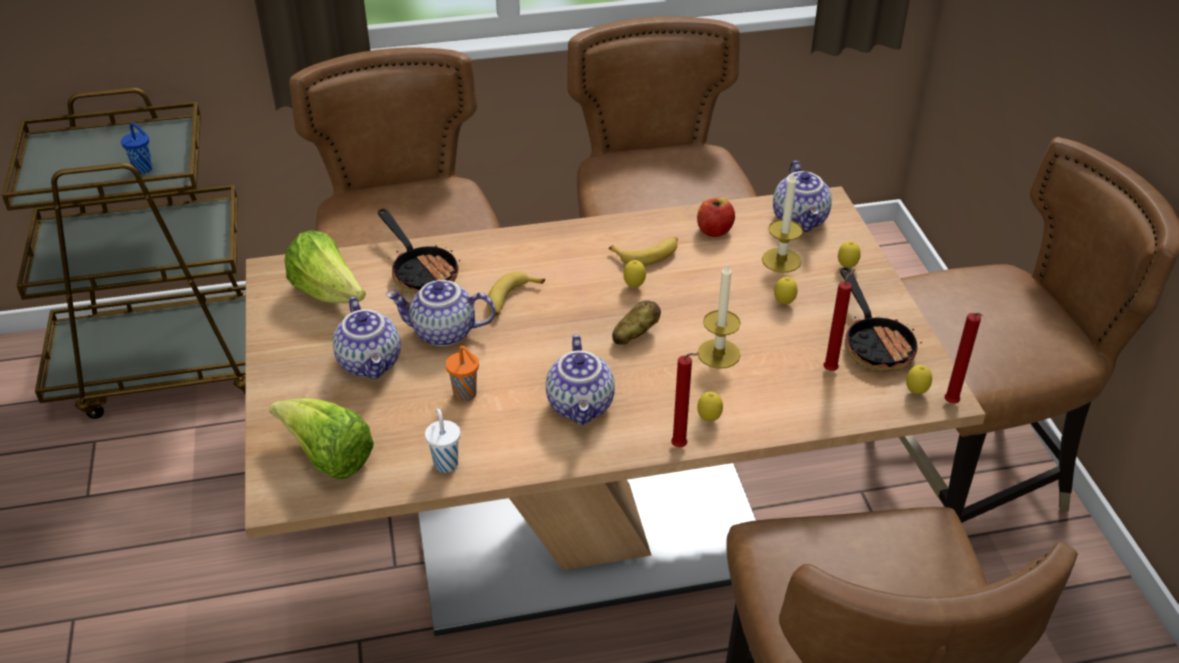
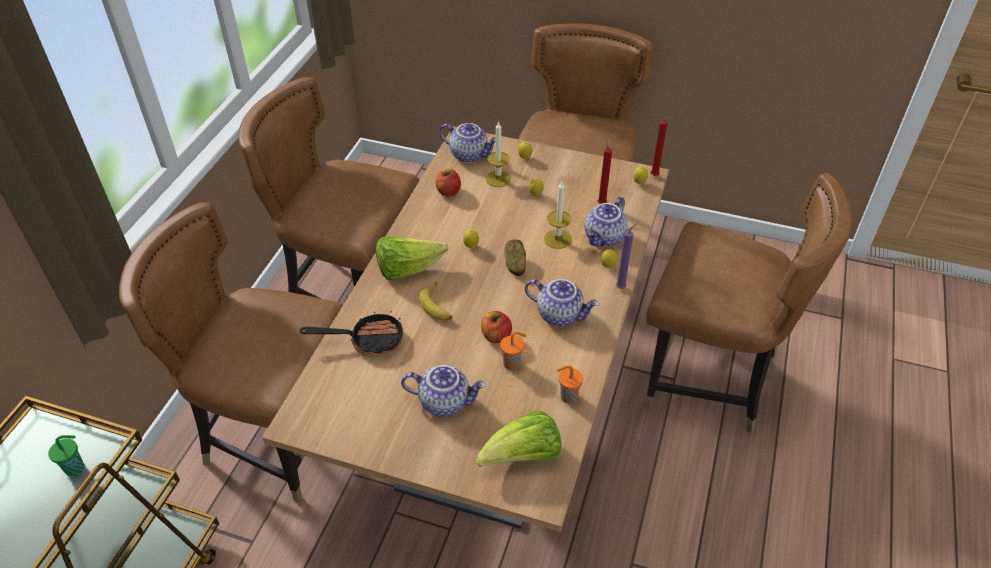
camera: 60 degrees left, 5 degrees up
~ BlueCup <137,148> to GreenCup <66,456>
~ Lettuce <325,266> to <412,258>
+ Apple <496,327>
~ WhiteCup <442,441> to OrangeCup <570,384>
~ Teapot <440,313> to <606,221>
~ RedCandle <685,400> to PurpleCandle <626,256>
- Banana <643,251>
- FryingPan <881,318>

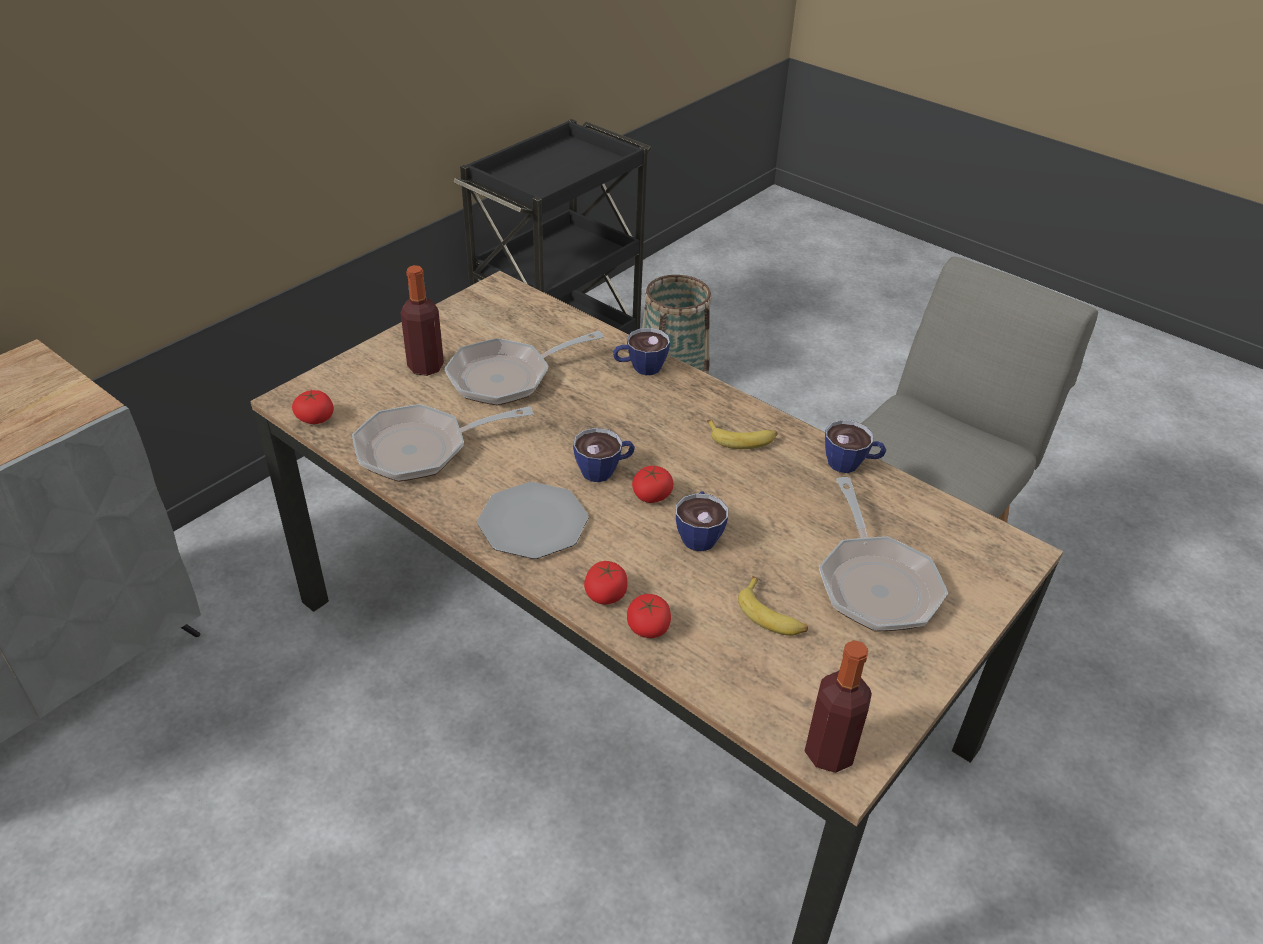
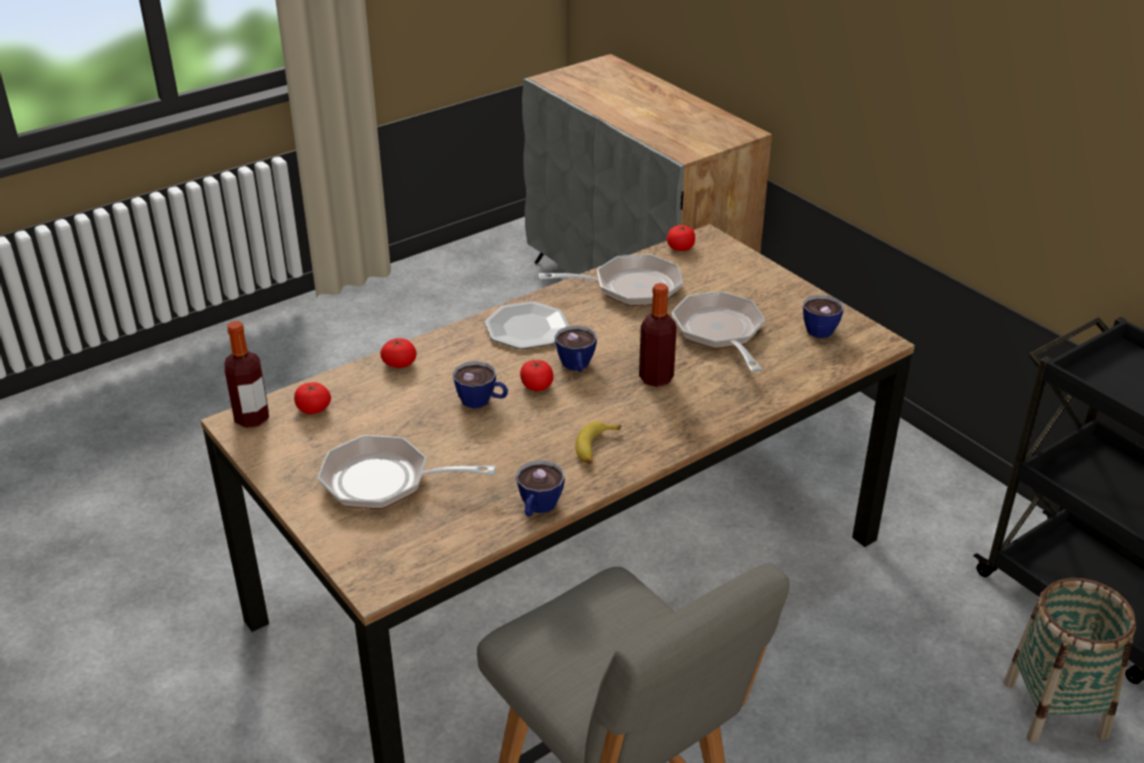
camera: 105 degrees right, 5 degrees down
~ Tomato <605,582> to <312,398>
~ FryingPan <443,443> = <611,280> 90 degrees clockwise
~ Bottle <422,320> to <658,335>
~ Cup <641,351> to <823,316>
- Banana <773,606>

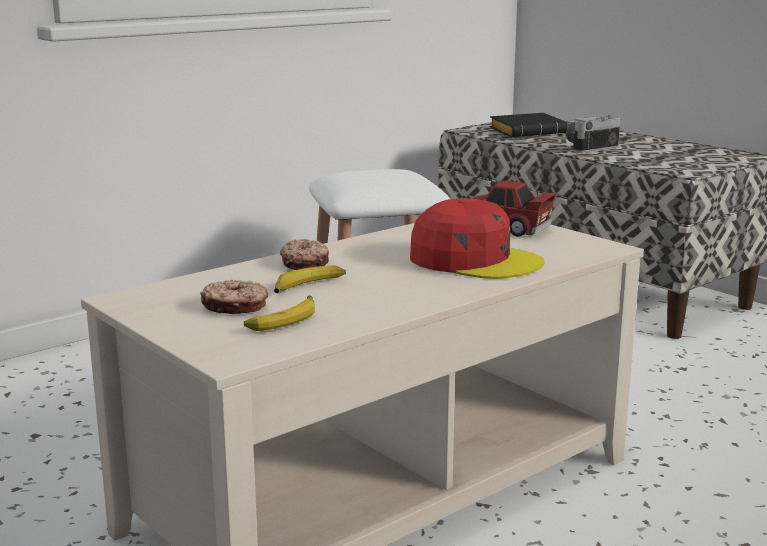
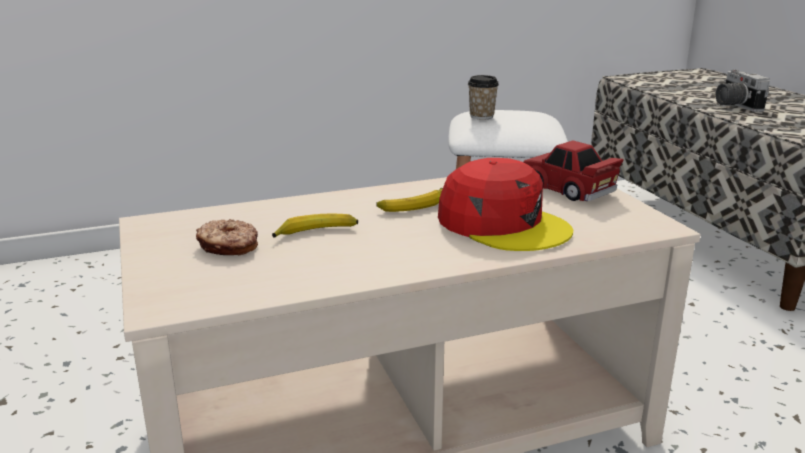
camera: 20 degrees right, 5 degrees up
~ Banana <279,313> to <409,200>
+ Cup <483,97>
~ PhotoCamera <593,134> = <742,90> 90 degrees counterclockwise
- Donut <304,254>
- BlackBook <528,125>

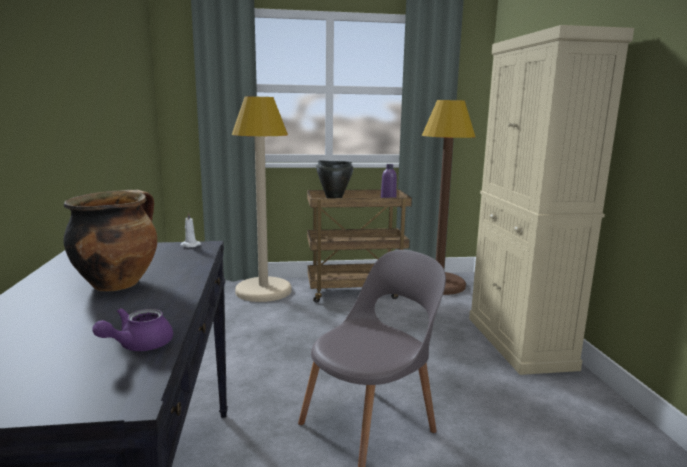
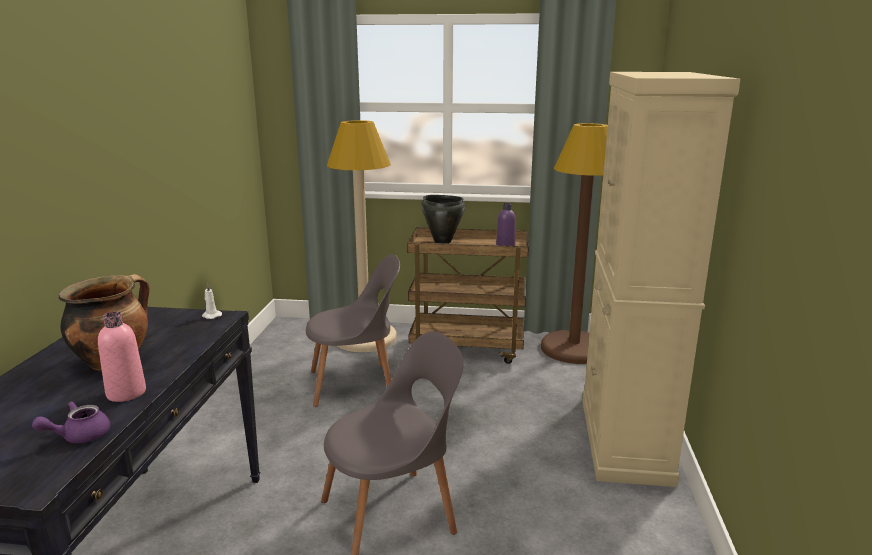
camera: 15 degrees right, 5 degrees up
+ PinkBottle <122,356>
+ GreyChair <353,330>

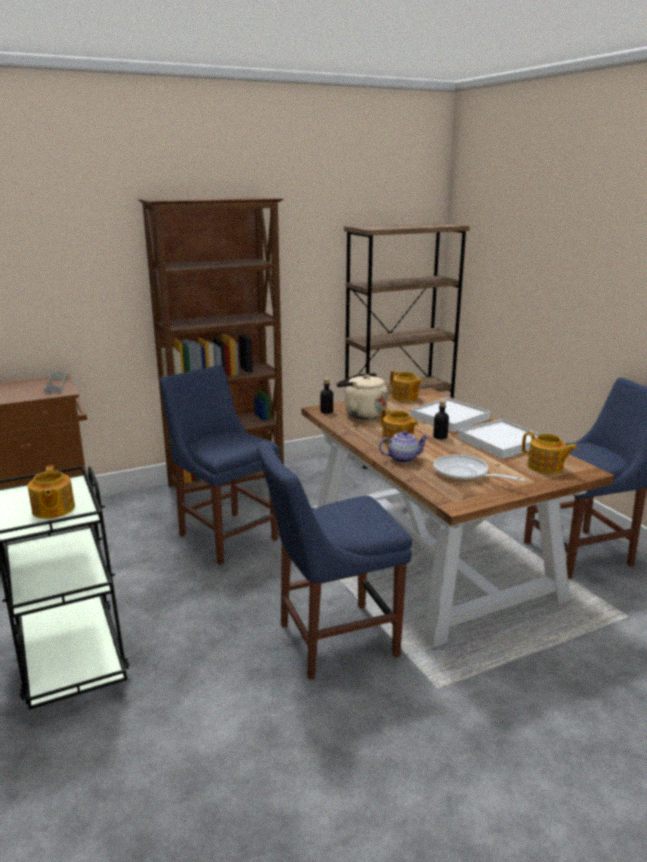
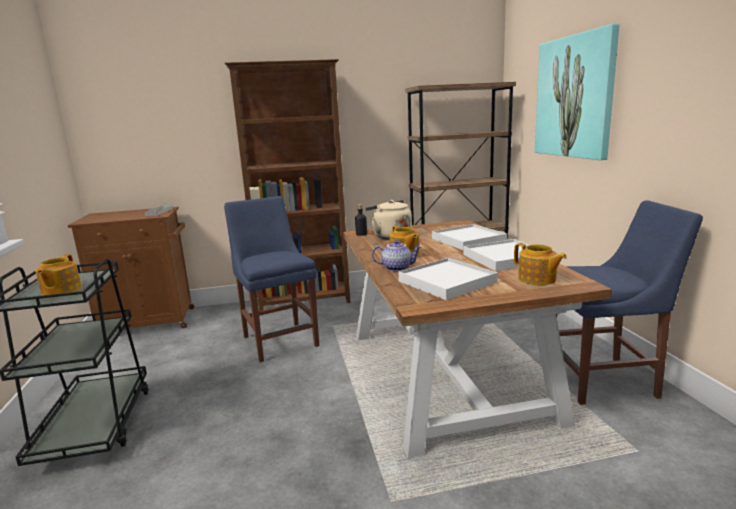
camera: 15 degrees right, 5 degrees down
~ FryingPan <479,468> to WhiteTray <448,279>
+ Picture <577,92>
- BlueChair <334,560>
- Teapot <406,386>
- BlackBottle <441,419>

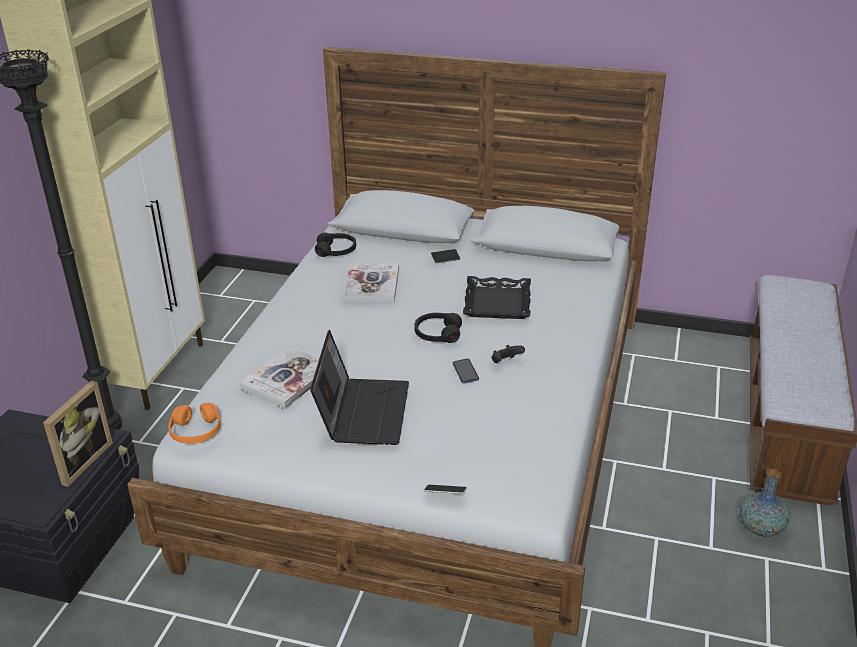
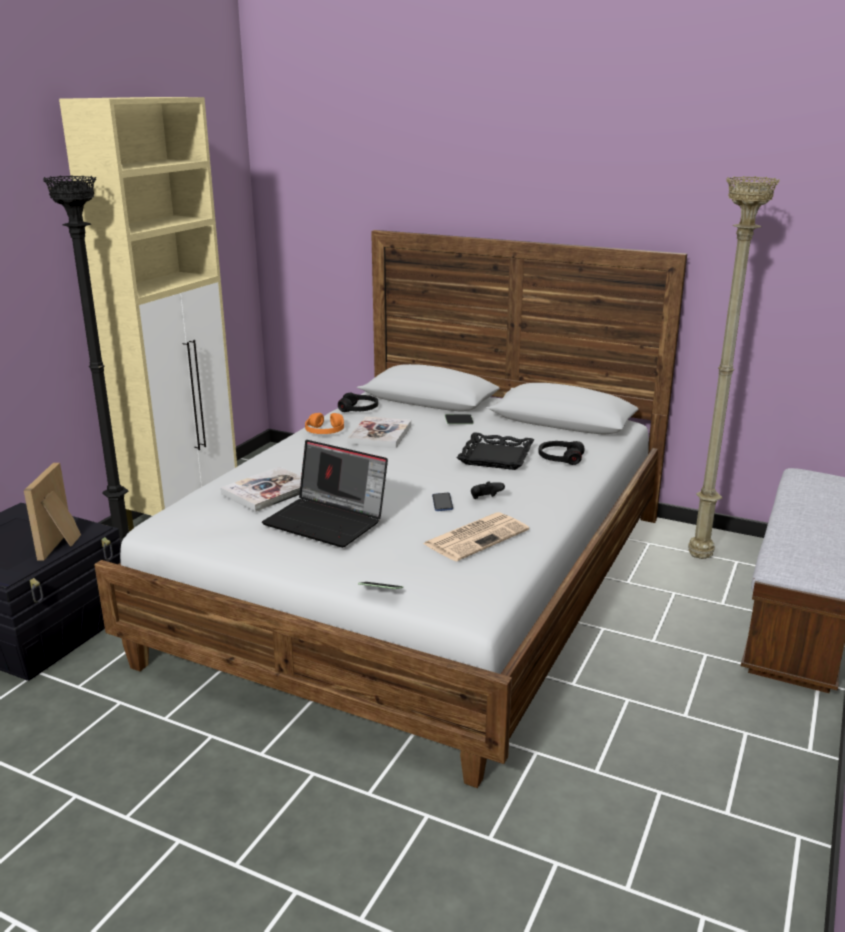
camera: 10 degrees right, 10 degrees down
~ PictureFrame <78,433> = <52,512> 150 degrees clockwise
~ Laptop <359,387> = <325,494> 105 degrees clockwise
~ OrangeHeadphones <194,423> to <324,423>
+ Newspaper <476,537>
~ BlackHeadphones <438,328> to <561,453>
+ BeigeFloorLamp <734,367>
- Vase <765,503>

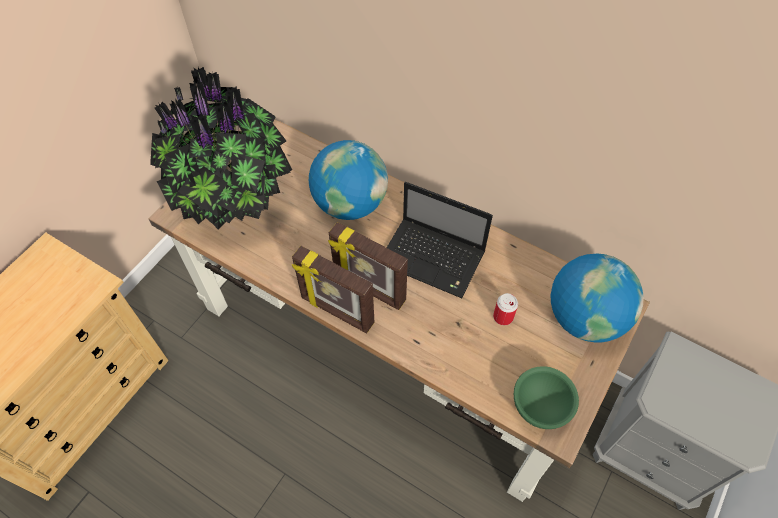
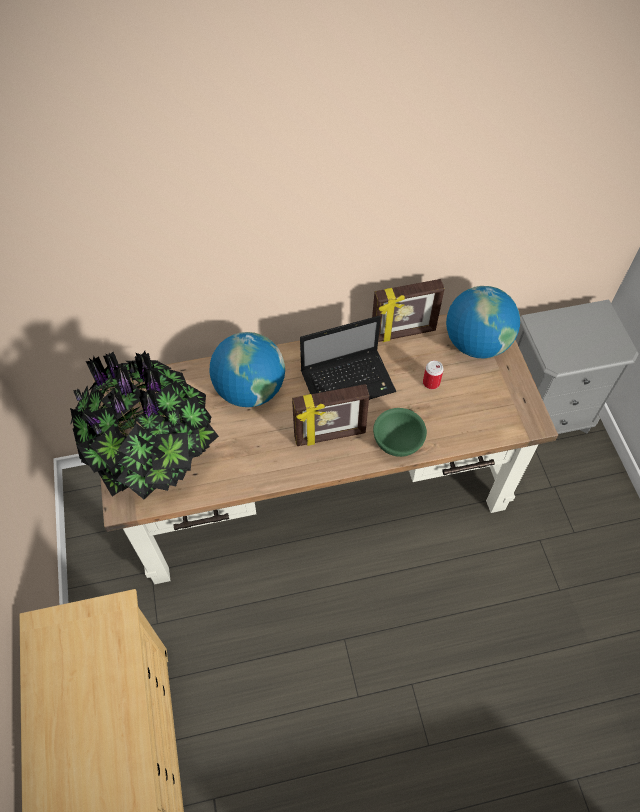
camera: 45 degrees left, 0 degrees up
~ PictureFrame <333,289> to <408,310>
~ GreenBowl <546,397> to <400,432>

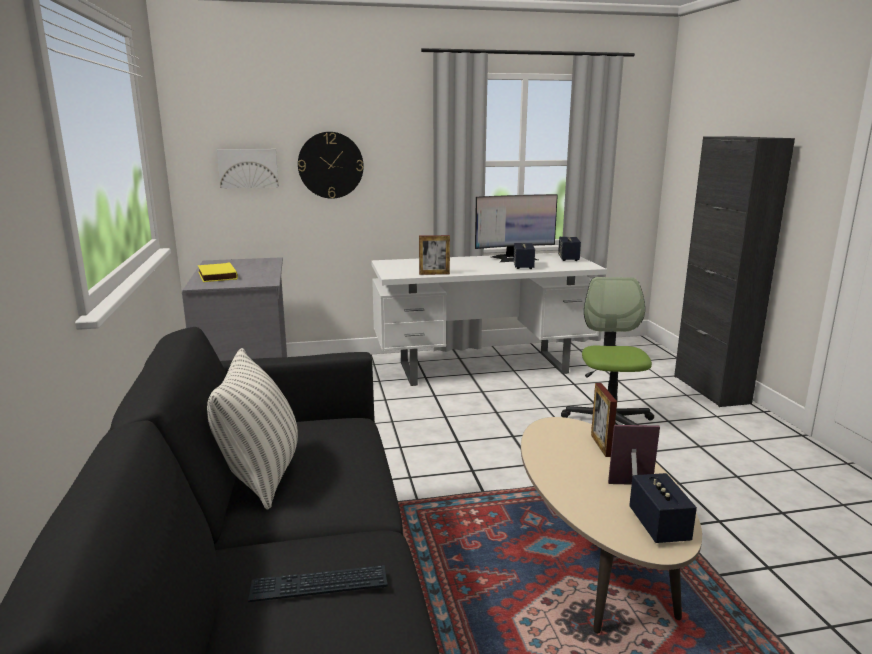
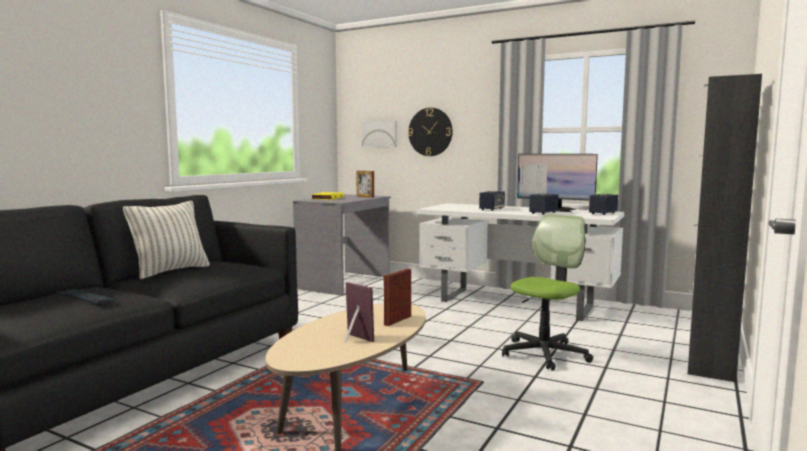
camera: 40 degrees right, 10 degrees down
~ PictureFrame <434,255> to <365,184>
~ Speaker <663,508> to <492,201>

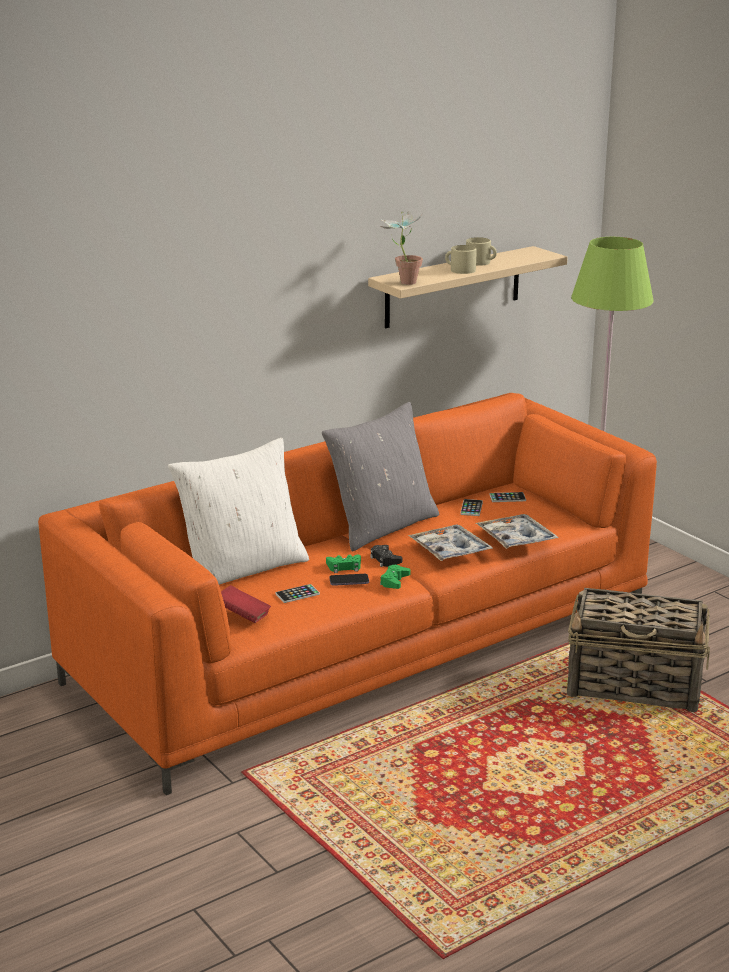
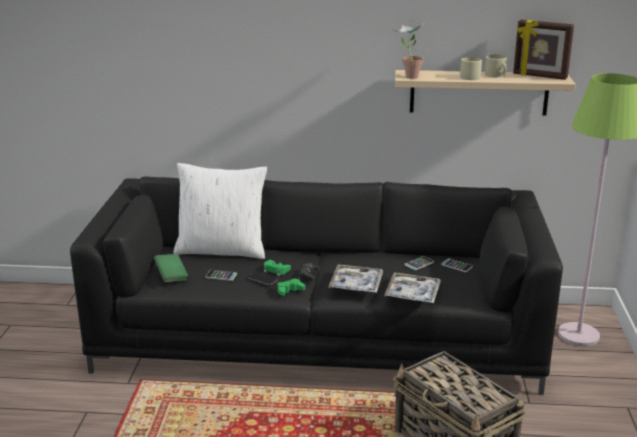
camera: 40 degrees right, 0 degrees up
~ OrangeSofa <347,594> to BlackSofa <316,285>
~ RedBook <246,604> to GreenBook <171,268>
+ PictureFrame <543,50>
- GreyPillow <380,476>

